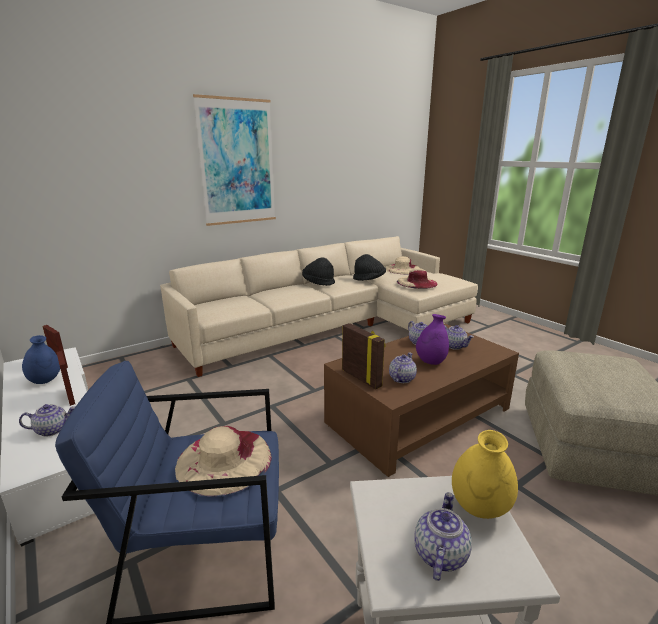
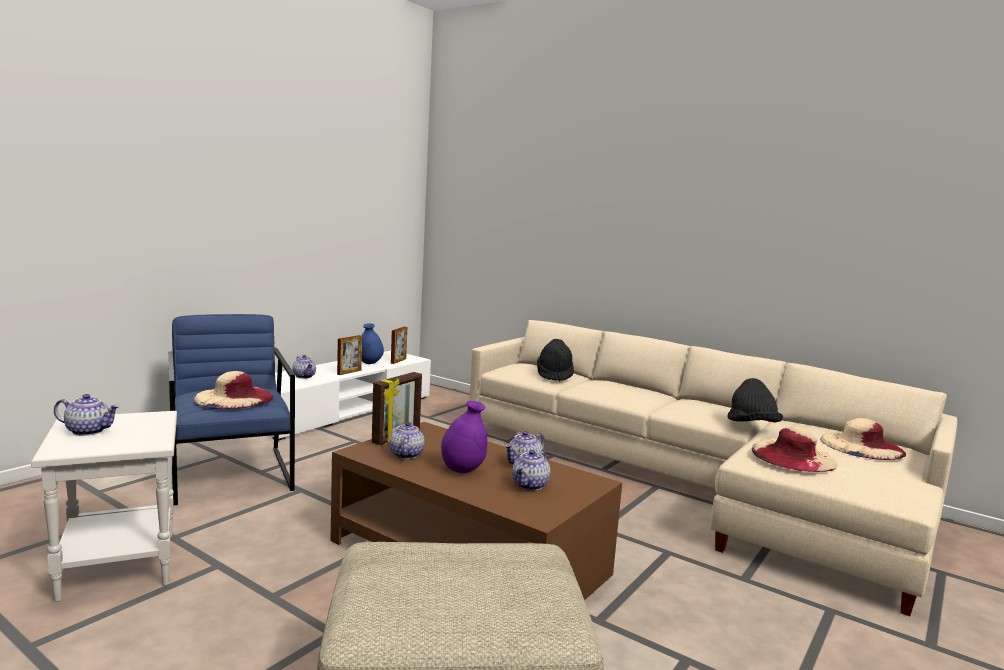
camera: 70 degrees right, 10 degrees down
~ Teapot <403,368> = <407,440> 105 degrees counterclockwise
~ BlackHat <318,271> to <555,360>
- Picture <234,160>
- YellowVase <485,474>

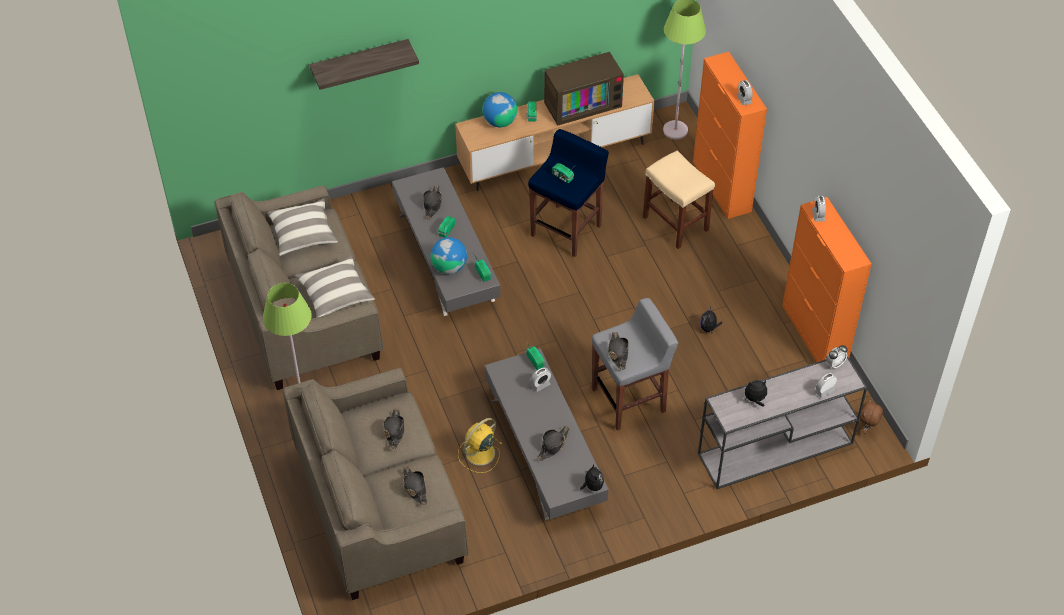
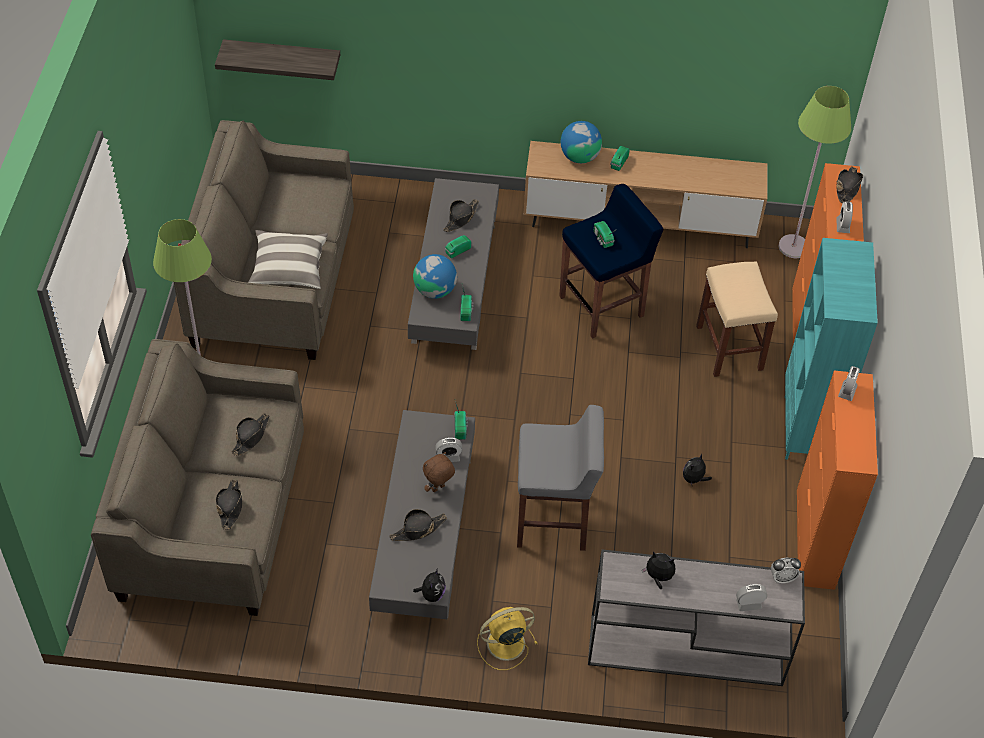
camera: 25 degrees right, 0 degrees up
~ Shelf <364,64> to <277,59>
~ BrownPlushToy <871,416> to <439,472>
~ YellowFan <480,445> to <507,638>
+ TurquoiseBookcase <831,349>
~ BlackHat <618,351> to <849,184>
- Pillow <302,227>
- Television <584,89>

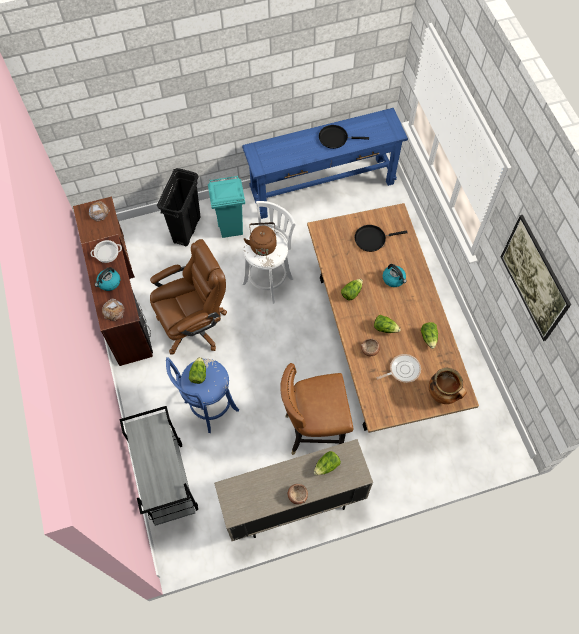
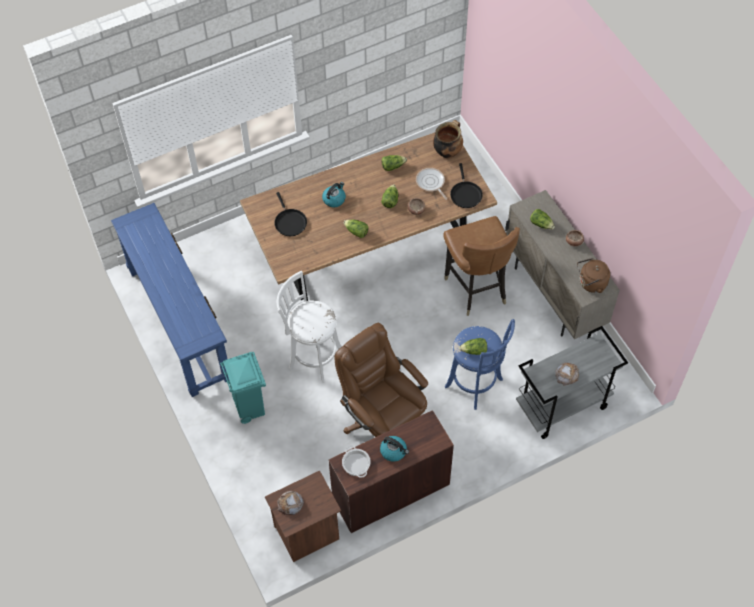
camera: 100 degrees left, 5 degrees down
~ BlackFryingPan <344,137> to <466,185>
~ Bread <113,309> to <567,374>
~ BrownKettle <260,239> to <593,275>
- BlackTrashCan <179,207>
- Picture <536,278>

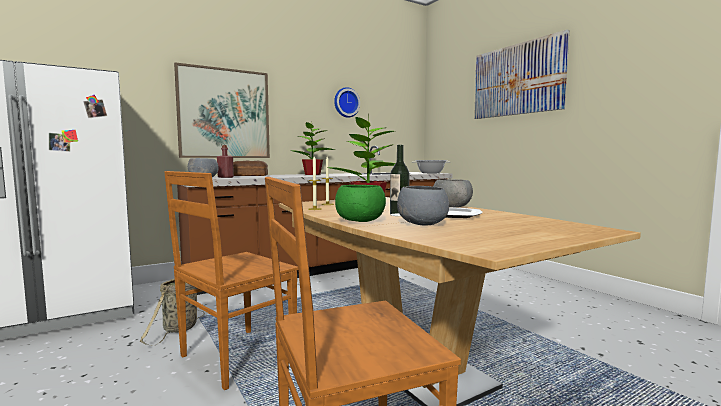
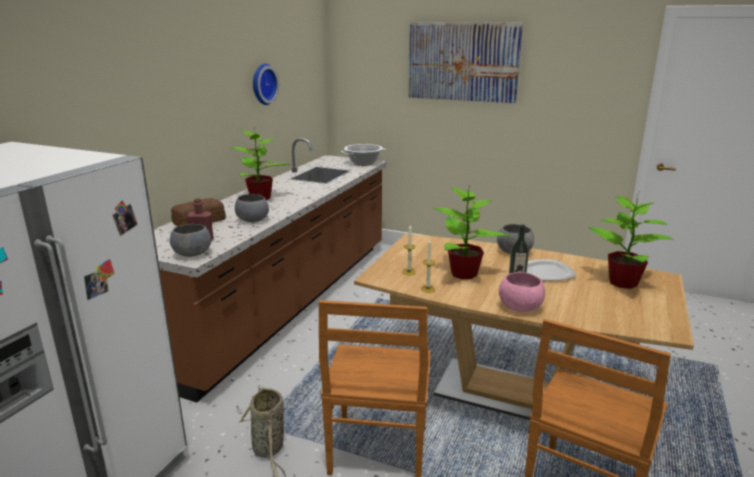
camera: 35 degrees left, 15 degrees up
~ GreyBowl <423,205> to <252,208>
~ GreenBowl <360,203> to PinkBowl <522,292>
+ PottedPlant <631,241>
- Picture <222,110>

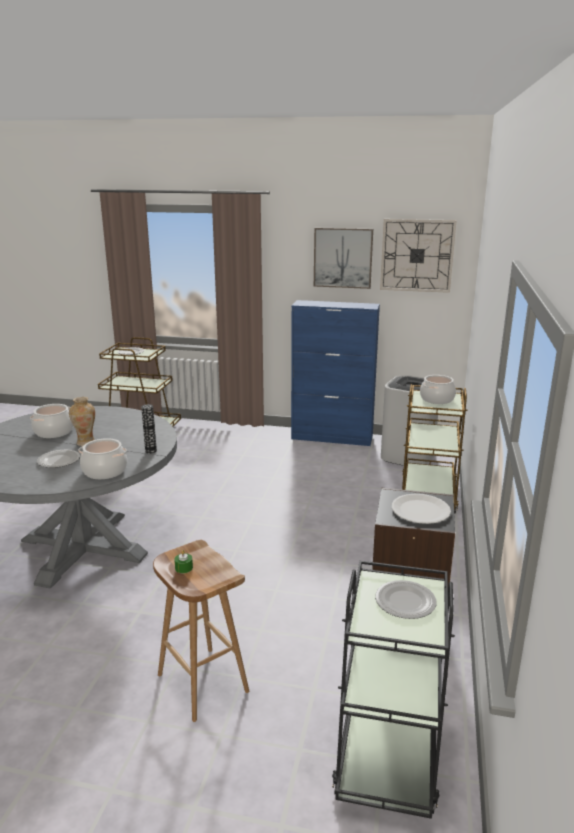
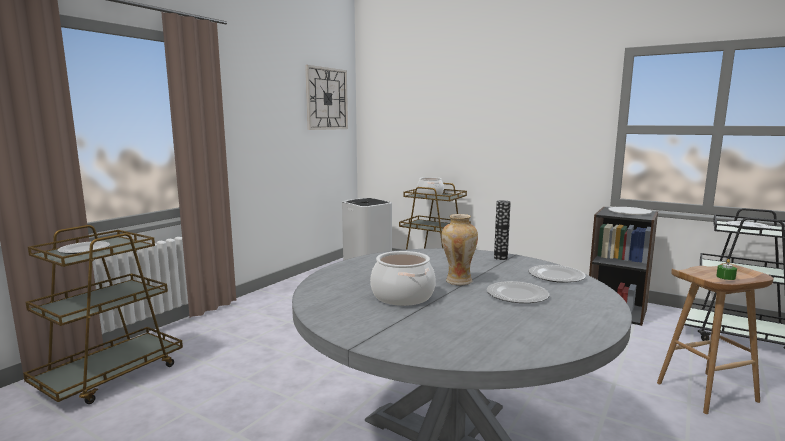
camera: 70 degrees left, 10 degrees down
~ CookingPot <102,458> to Plate <557,274>
- BlueCabinet <335,373>
- Picture <343,258>

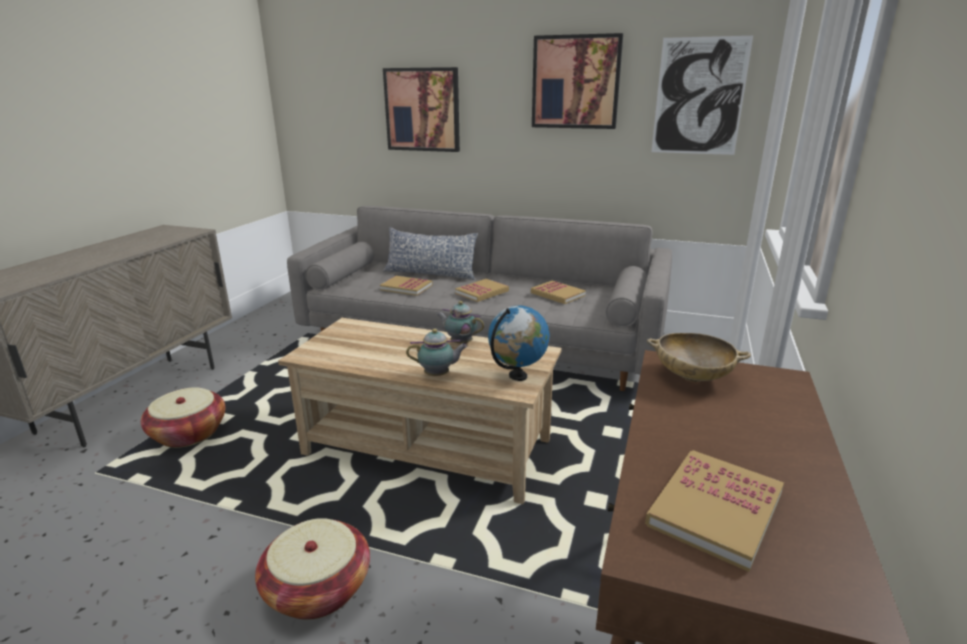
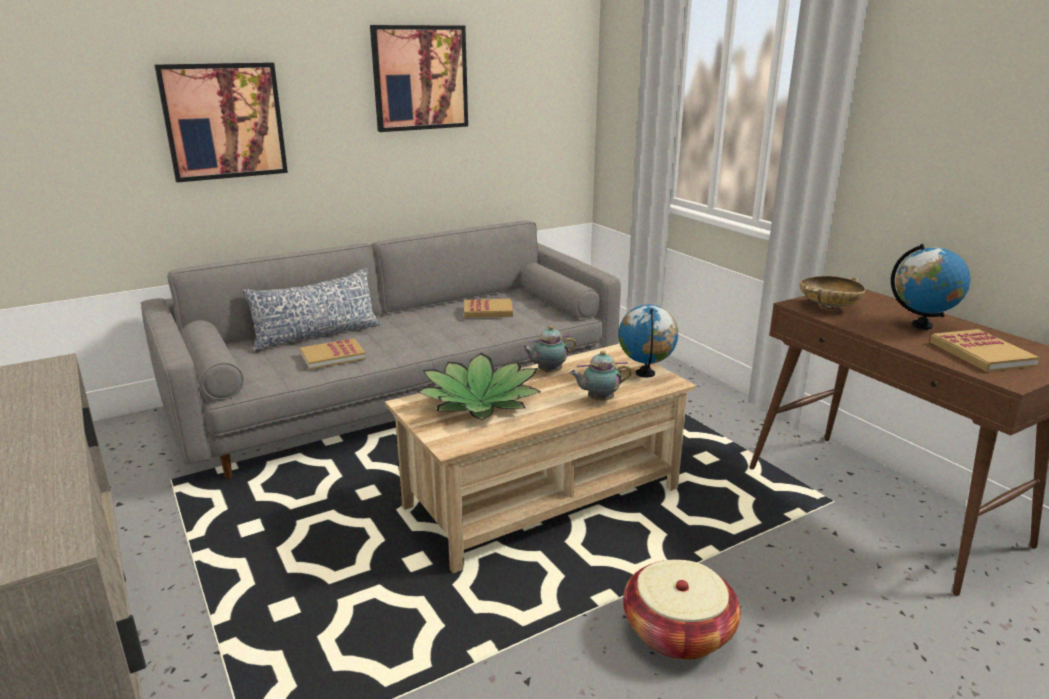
camera: 50 degrees left, 0 degrees up
+ PottedPlant <478,386>
~ Teapot <436,352> = <600,376> 135 degrees counterclockwise
+ Globe <930,287>
- Basket <183,417>
- Book <482,290>
- Picture <702,95>

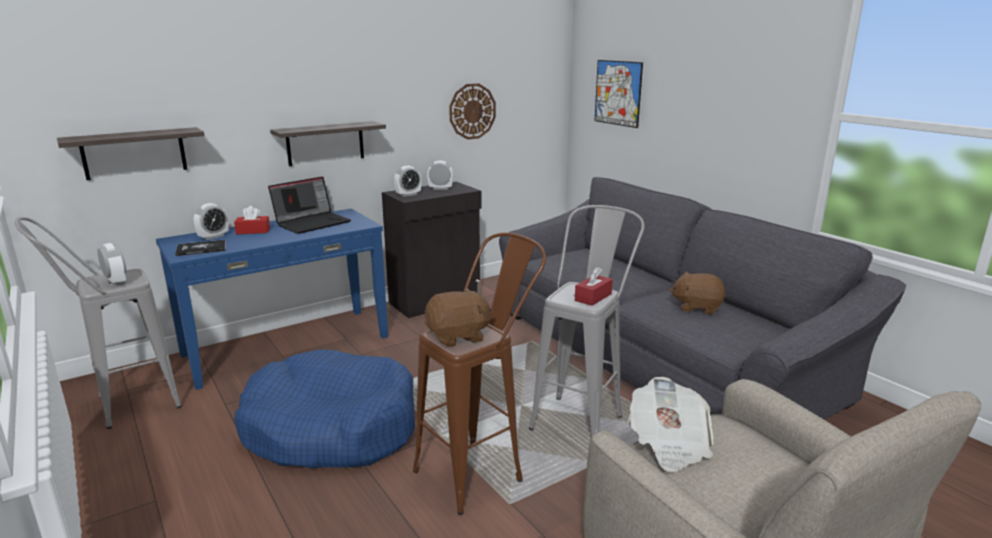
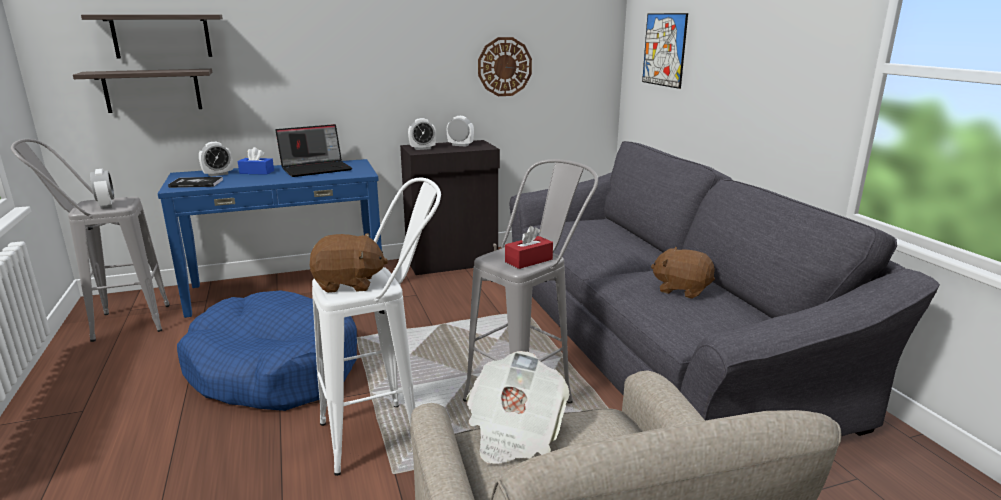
camera: 15 degrees right, 0 degrees up
~ Shelf <328,143> to <152,36>
~ RedTissueBox <252,220> to BlueTissueBox <256,161>
~ BrownStool <479,374> to WhiteStool <376,326>

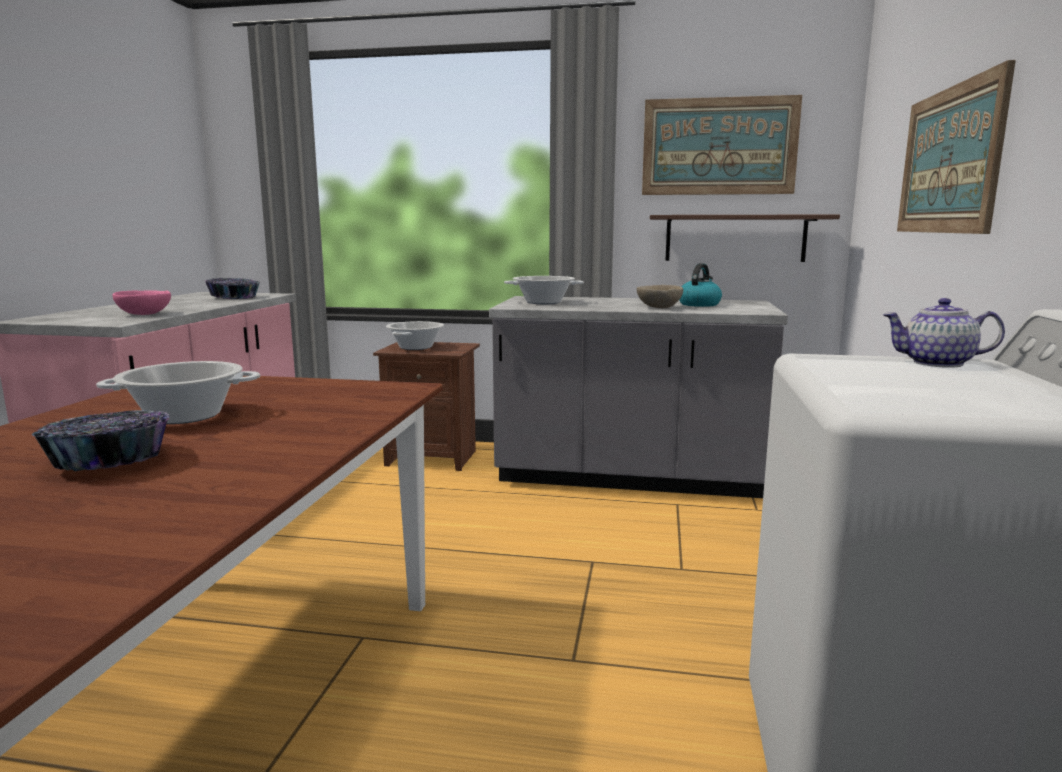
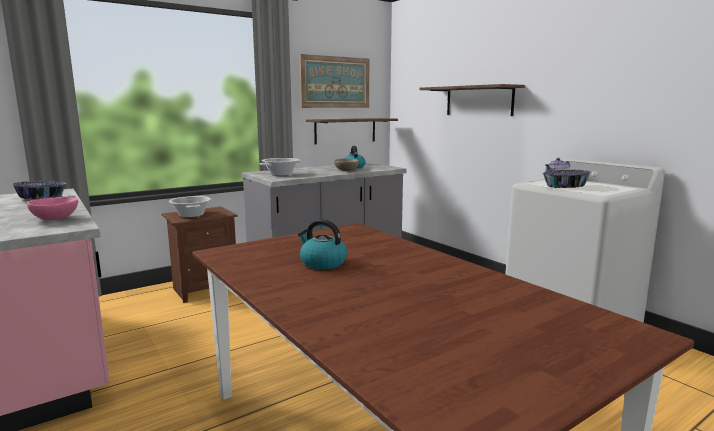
camera: 45 degrees left, 0 degrees up
~ CookingPot <178,392> to Kettle <322,244>
~ Picture <956,147> to Shelf <472,100>
~ Bowl <100,440> to <566,179>

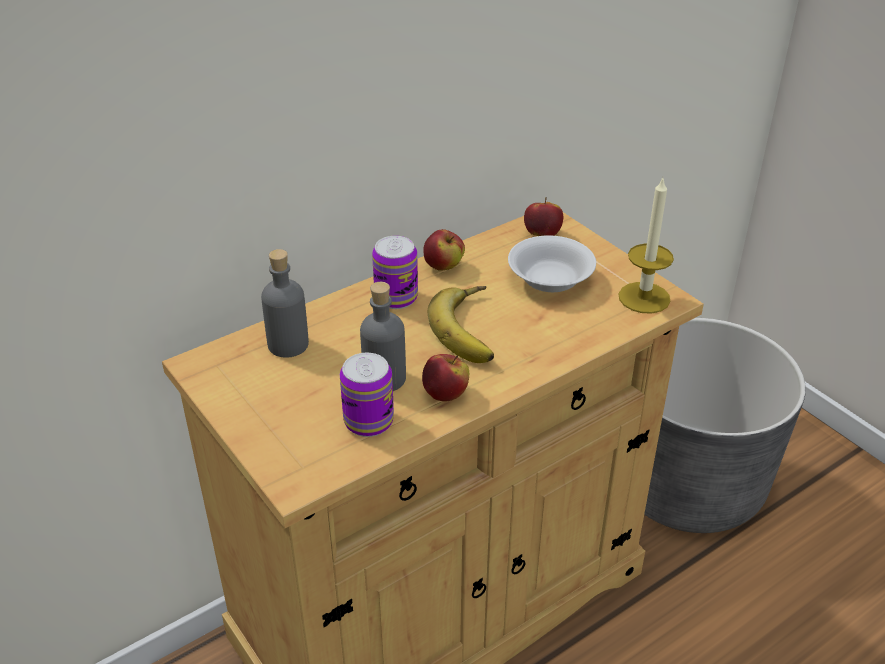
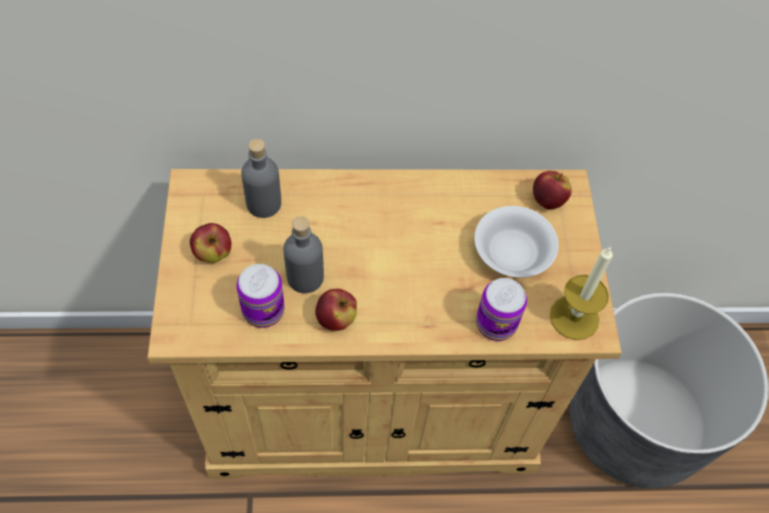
camera: 30 degrees right, 20 degrees up
~ Apple <444,250> to <210,243>
~ Can <395,272> to <501,309>
- Banana <461,324>

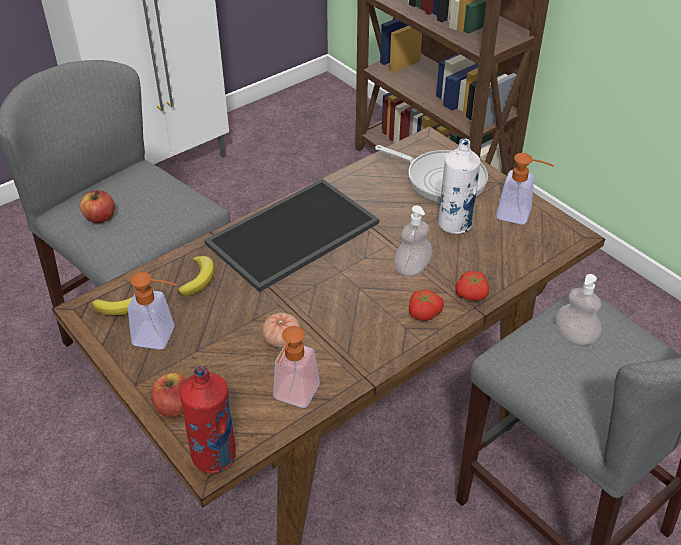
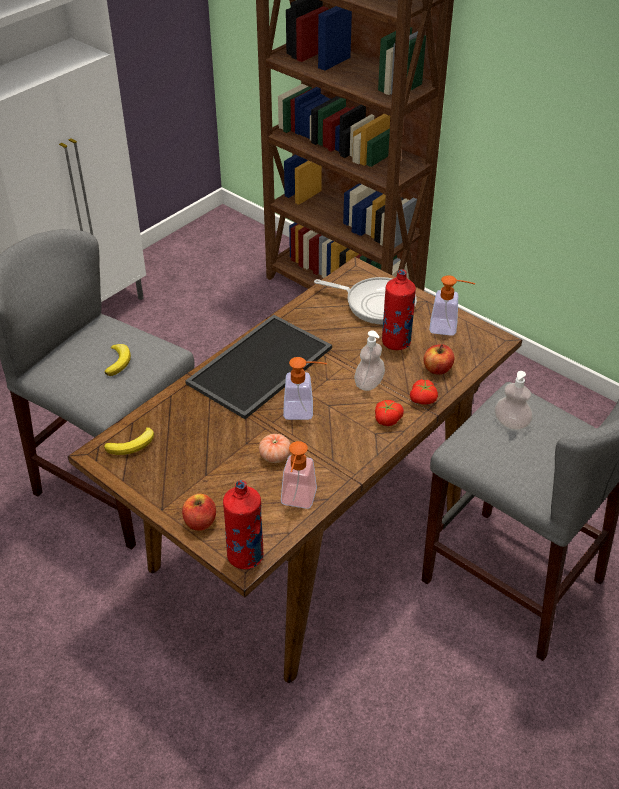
camera: 10 degrees left, 0 degrees up
~ Banana <196,276> to <118,360>
~ SoapDispenser <152,311> to <305,388>
~ WhiteBottle <459,186> to RedBottle <399,309>
~ Apple <97,206> to <438,359>

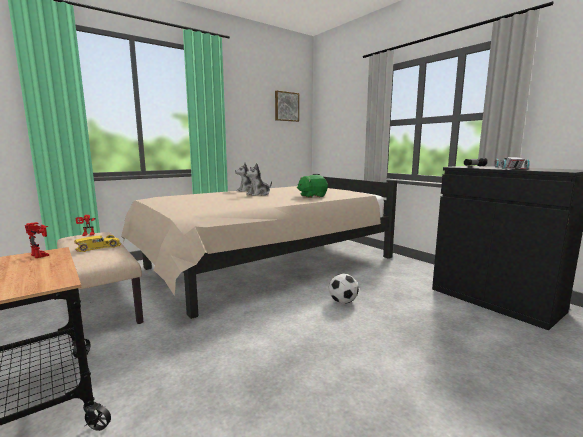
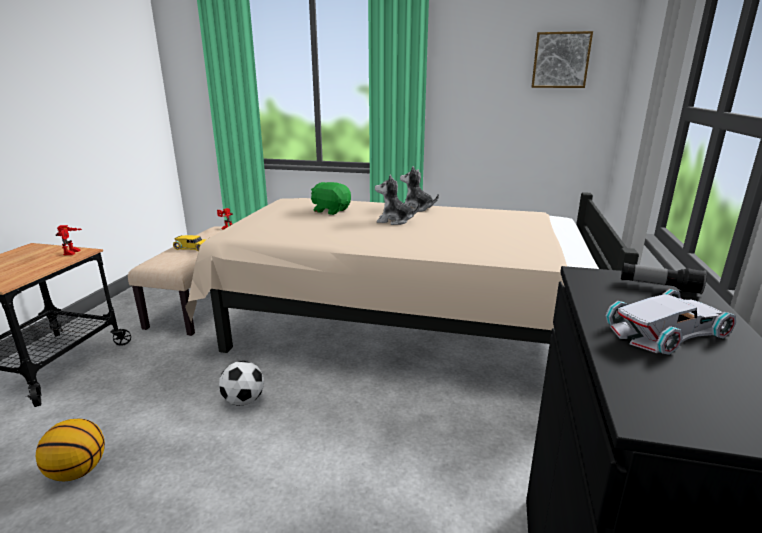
camera: 50 degrees right, 10 degrees up
+ Basketball <70,450>
~ Football <344,289> to <241,383>
~ GreenPlushToy <312,186> to <331,198>

